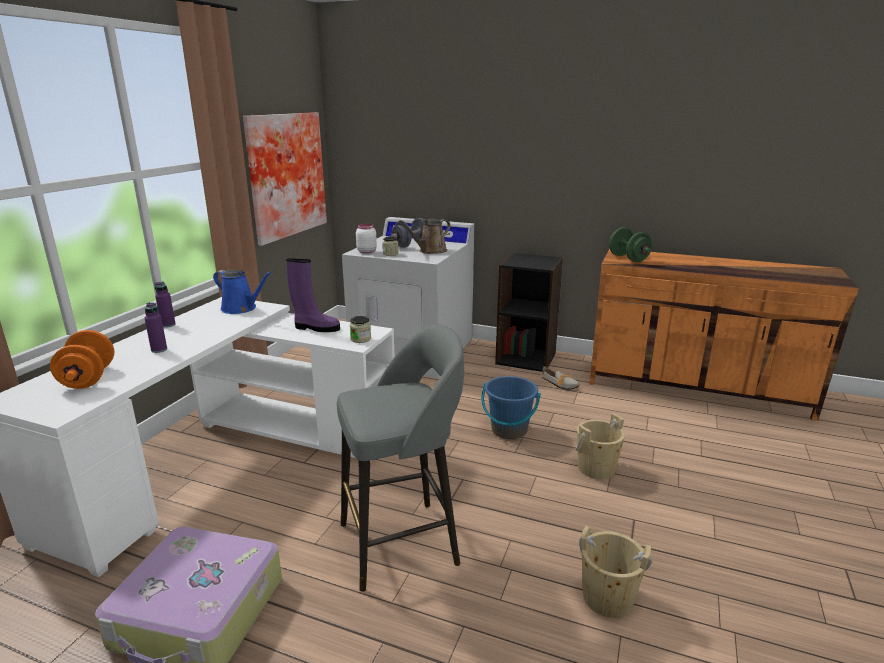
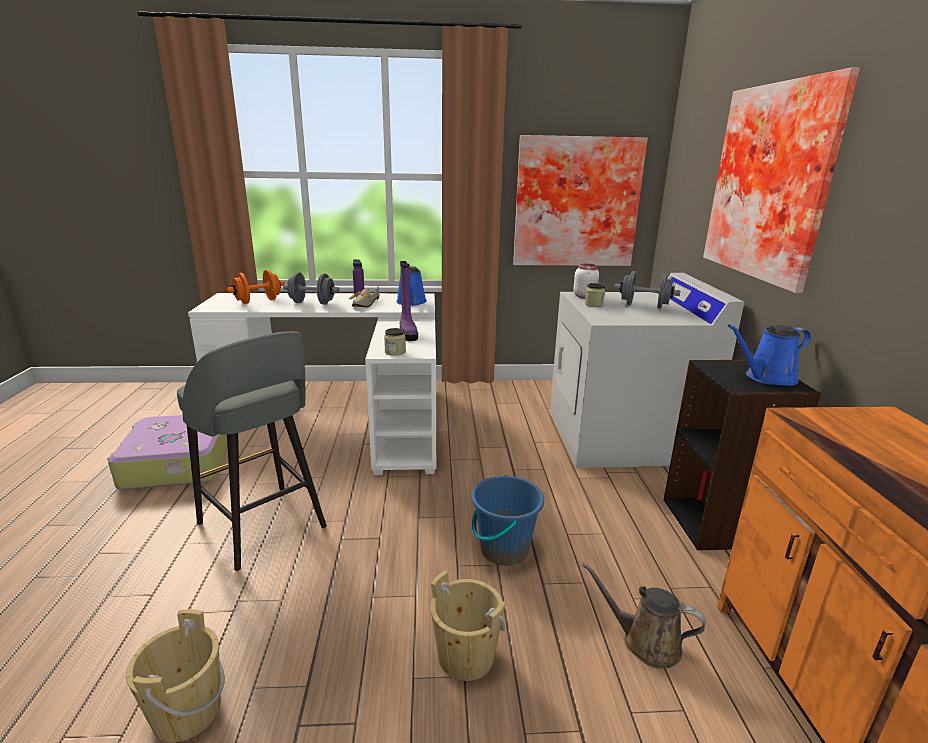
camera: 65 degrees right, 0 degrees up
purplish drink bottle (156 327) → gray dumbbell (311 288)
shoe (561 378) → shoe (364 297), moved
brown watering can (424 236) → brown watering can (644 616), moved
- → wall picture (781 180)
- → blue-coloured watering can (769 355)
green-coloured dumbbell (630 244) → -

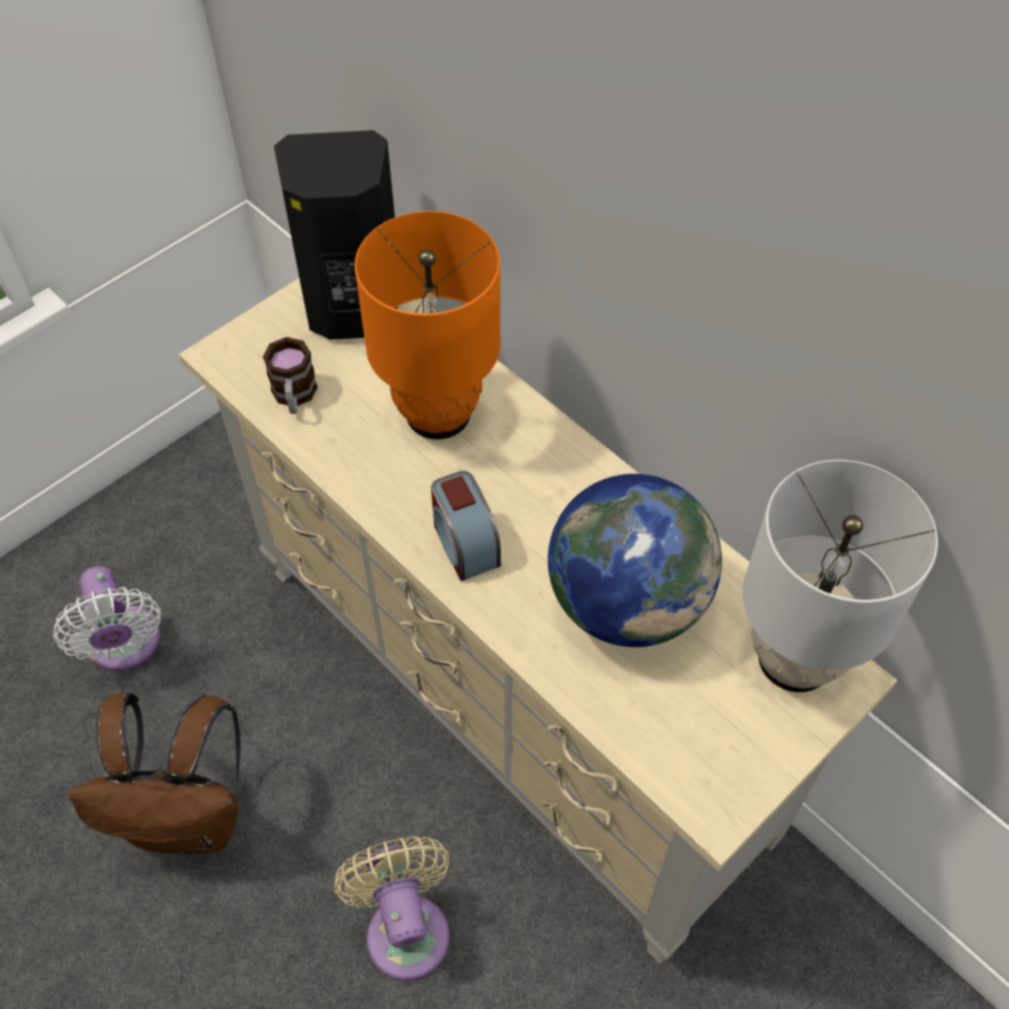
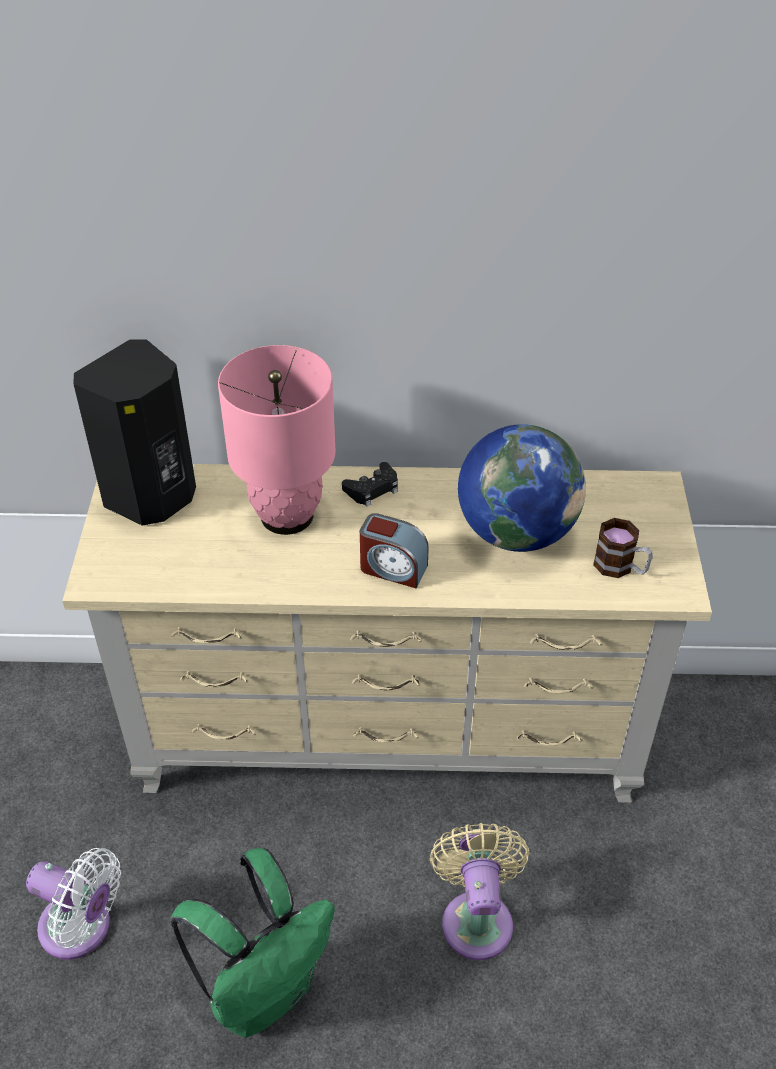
camera: 45 degrees left, 10 degrees down
brown rucksack (154 773) → green-coloured rucksack (253 943)
orange table lamp (427 325) → pink-coloured table lamp (277 440)
- → black gamepad (370 484)
beige-coloured cooling fan (392 908) → beige-coloured cooling fan (480 891), 60 degrees clockwise
coffee mug (290 375) → coffee mug (623 548), moved
whitish table lamp (840 576) → -

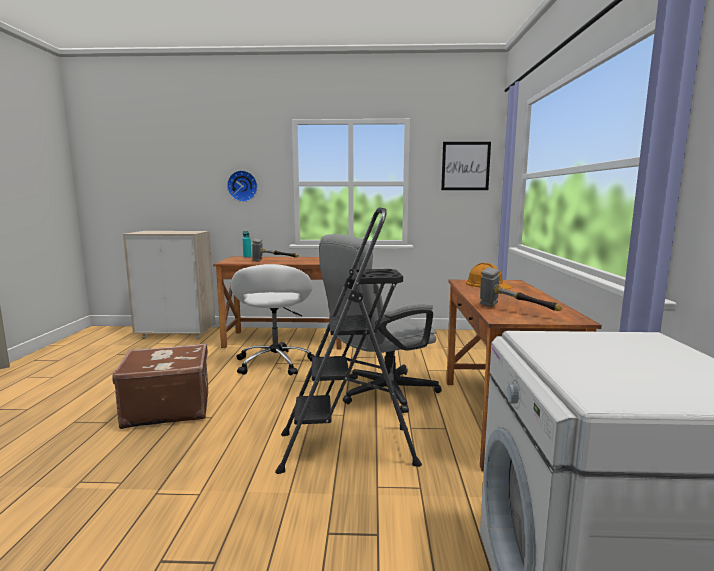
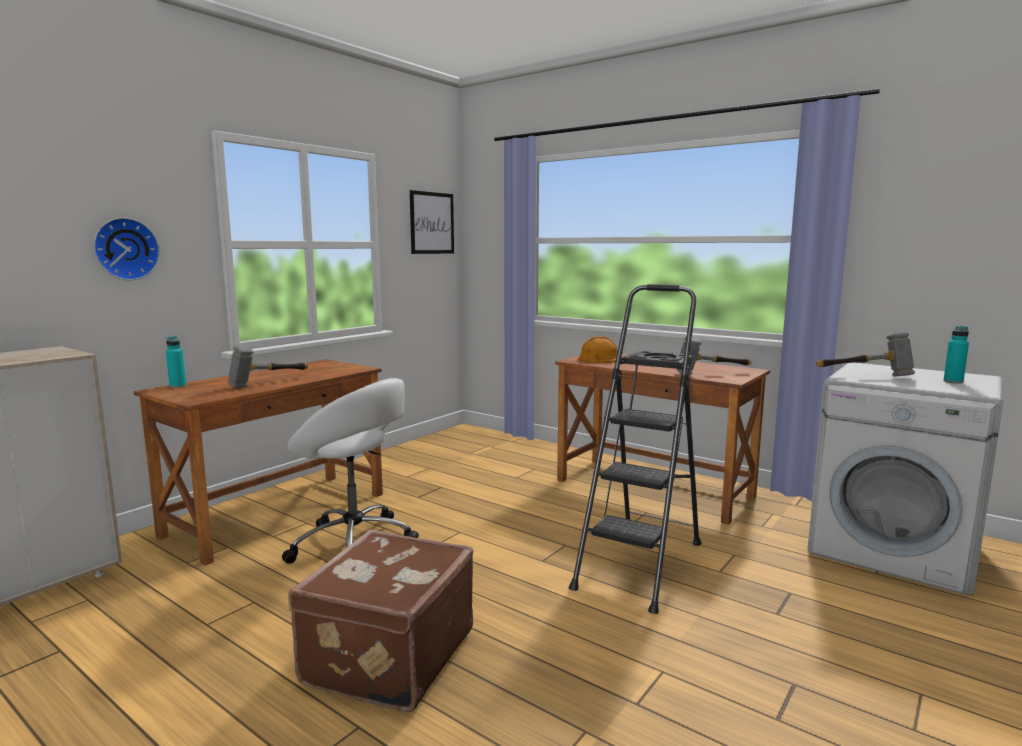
camera: 55 degrees left, 0 degrees up
- → tool hammer (865 354)
- → turquoise drink bottle (956 354)
gray office chair (380 323) → -

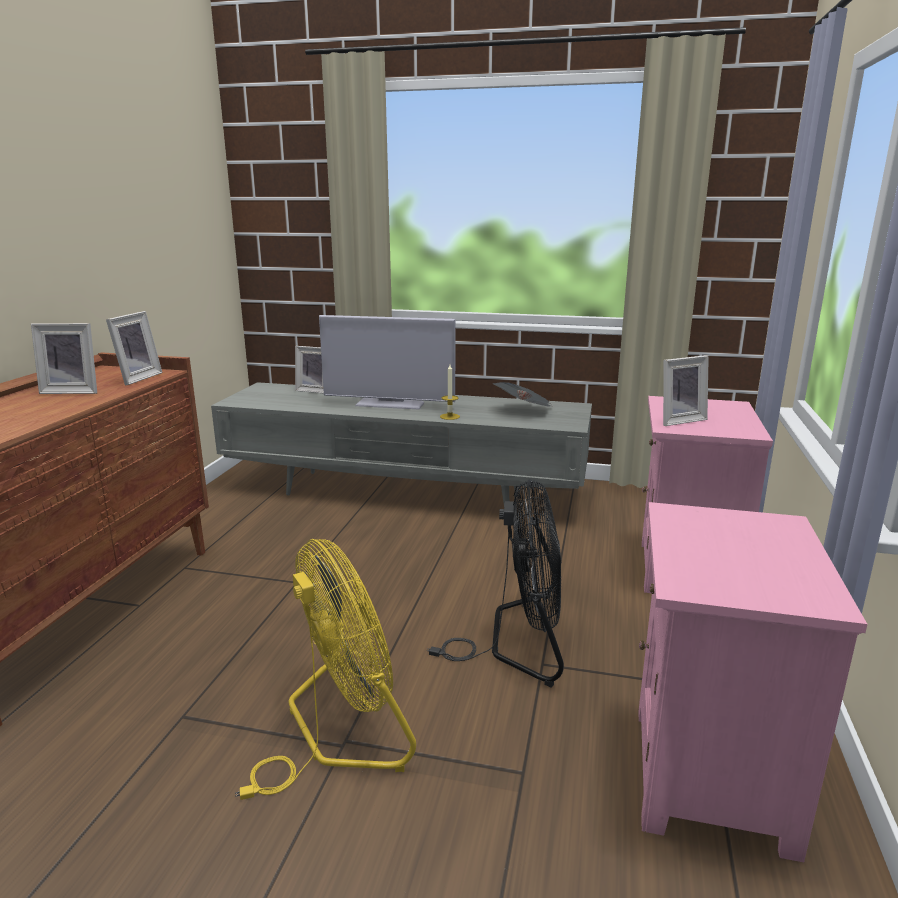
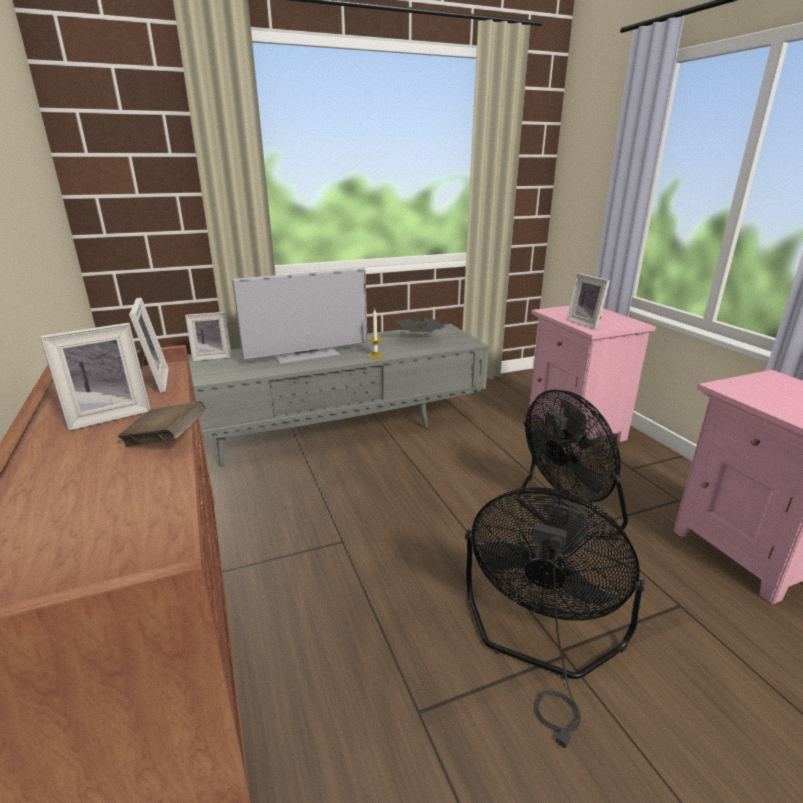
camera: 35 degrees left, 5 degrees up
- → brown bound book (161 423)
yellow cooling fan (325 669) → black cooling fan (555 617)
picture frame (686 390) → picture frame (588 301), 120 degrees clockwise

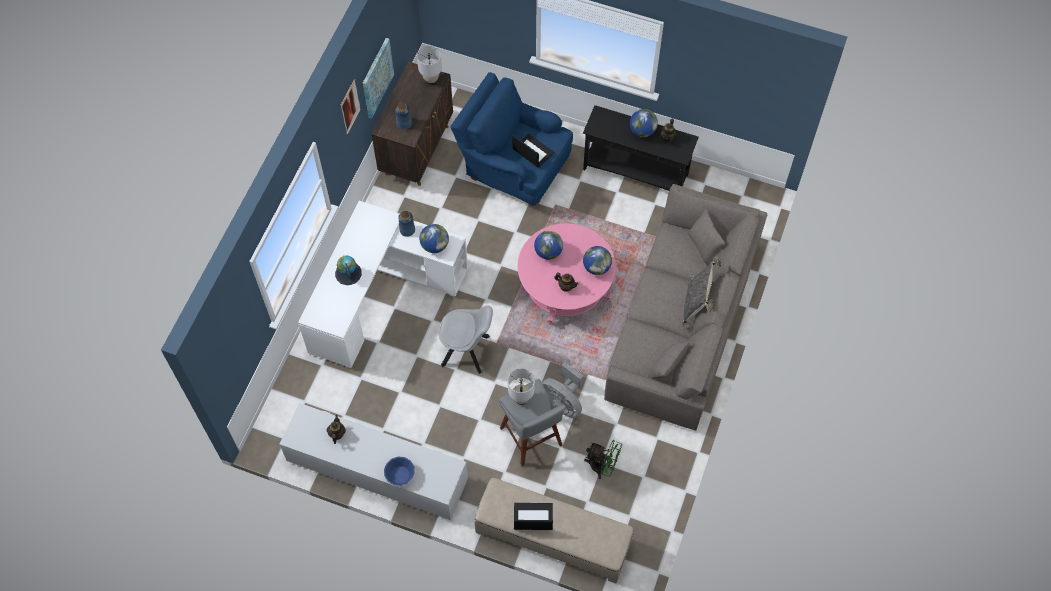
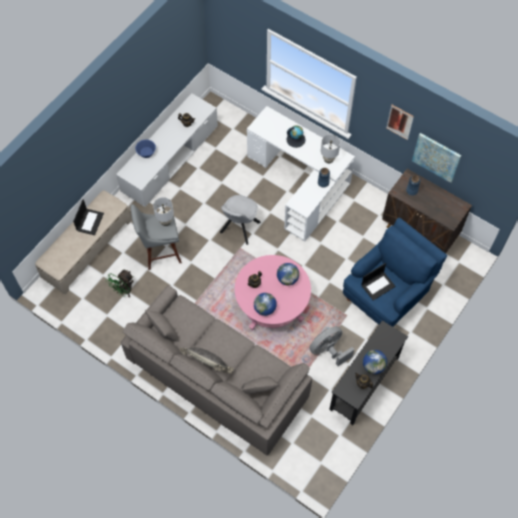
camera: 105 degrees right, 0 degrees up
gray cooling fan (562 390) → gray cooling fan (331 346), moved
whitish table lamp (429 65) → whitish table lamp (330 148), moved
globe (434 238) → -

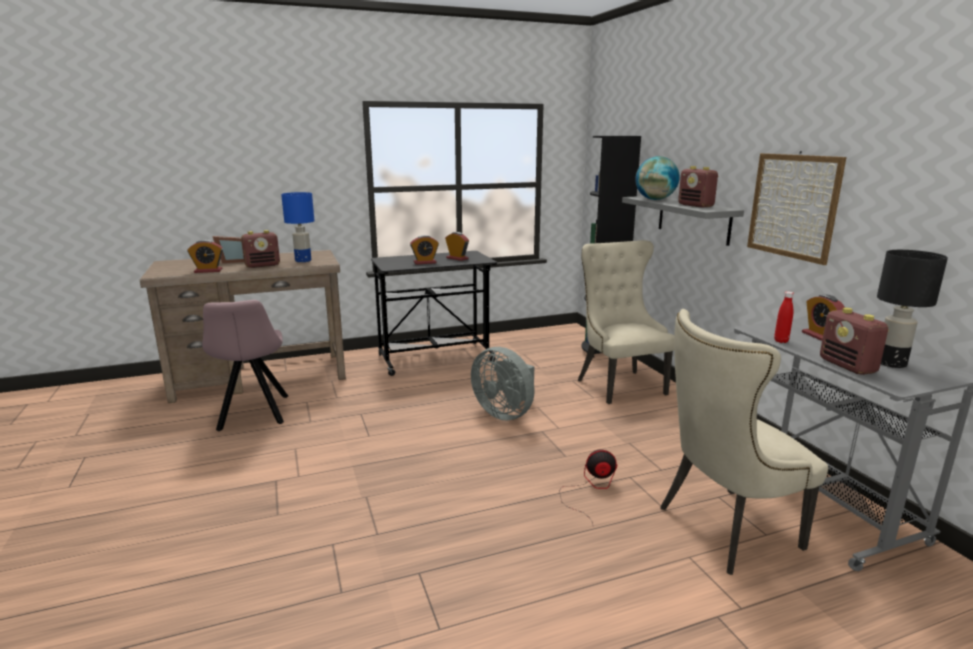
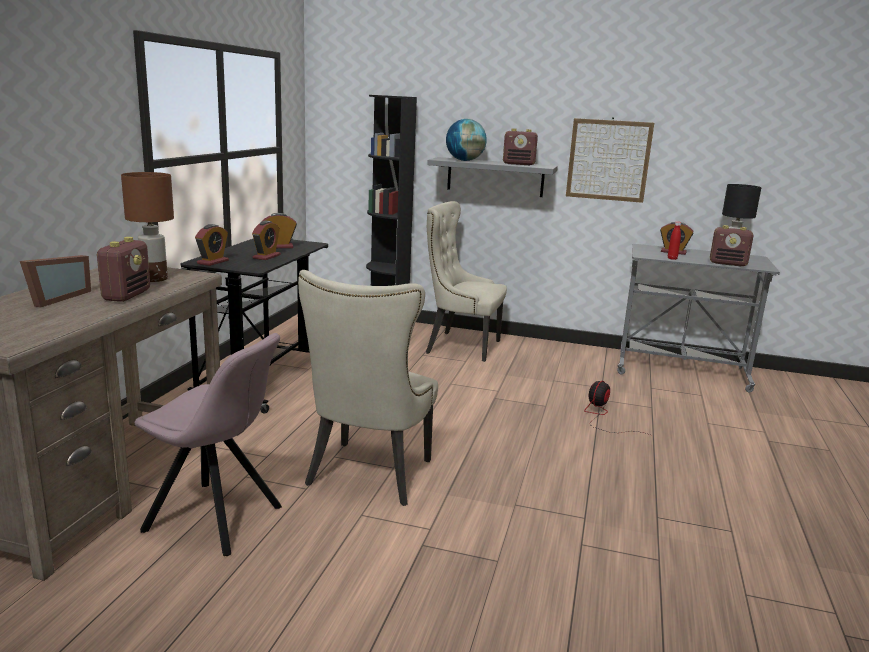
camera: 55 degrees left, 0 degrees up
blue-coloured table lamp (298 227) → brown table lamp (147 227)
table clock (205 256) → table clock (212 245), moved
beige-coloured plain chair (744 442) → beige-coloured plain chair (368 388), moved
gray cooling fan (503 384) → -

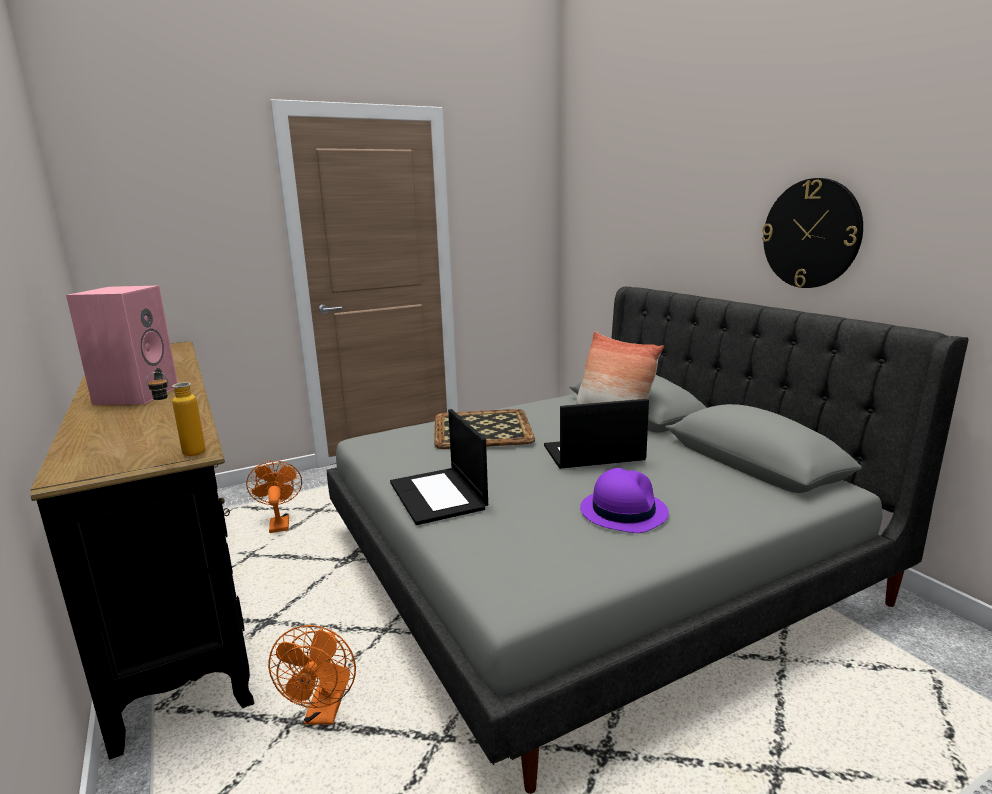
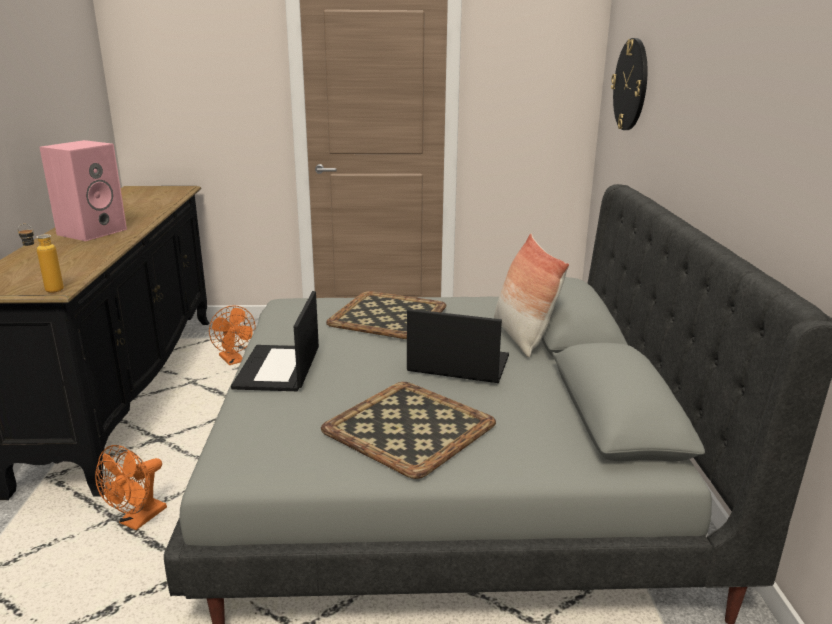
camera: 25 degrees right, 5 degrees up
orange cooling fan (274 497) → orange cooling fan (232 335), 135 degrees clockwise
purplish hat (624 500) → serving tray (408 430)
clock on the wall (812 233) → clock on the wall (629 84), moved

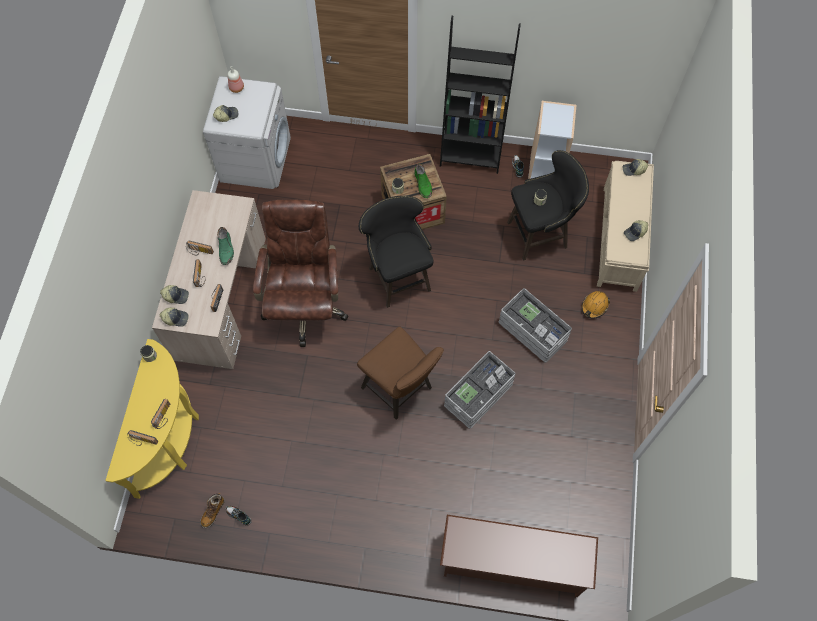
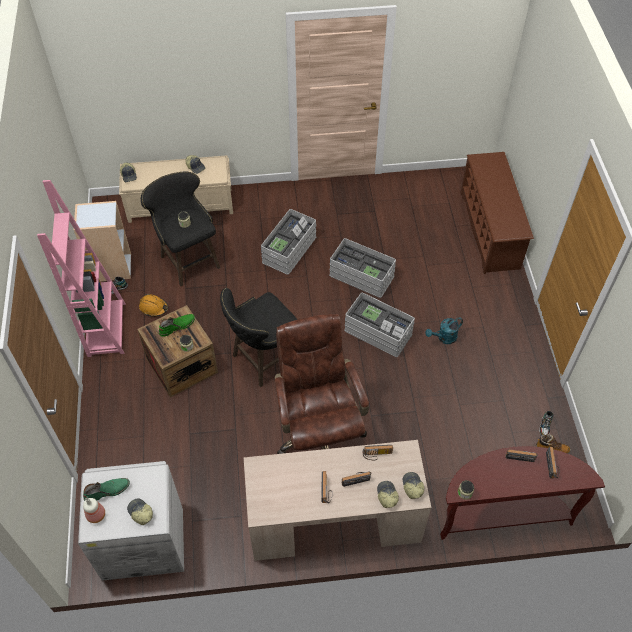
camera: 105 degrees left, 10 degrees down
black bookshelf (480 95) → pink-coloured bookshelf (81 268)
green-coloured high-top boot (225 246) → green-coloured high-top boot (106 489), moved
orange hard hat (596 305) → orange hard hat (153 305), moved
brown office chair (300 273) → brown office chair (322 384), 90 degrees clockwise
brown stool (400 373) → gray storage box (379 324)
- → turquoise watering can (444 330)
yellow console table (152 419) → brown console table (522 493)

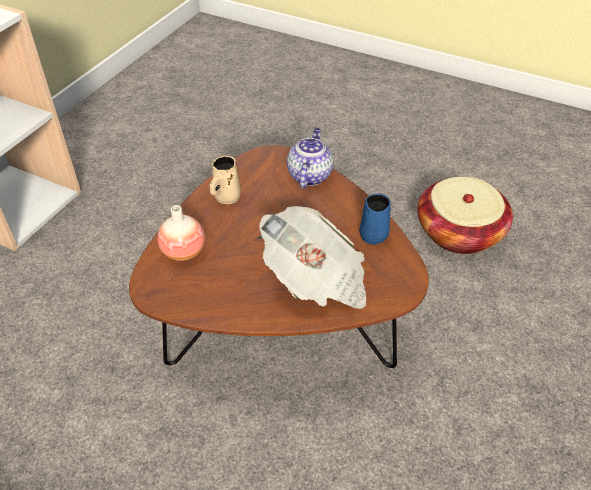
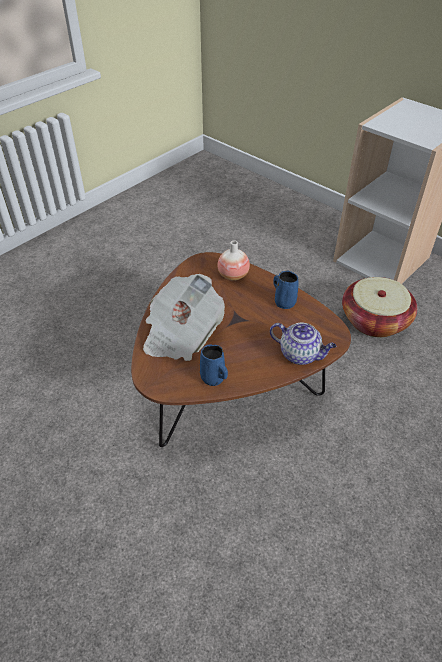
camera: 105 degrees right, 0 degrees up
beige-coloured coffee mug (225 180) → blue-coloured coffee mug (286 290)
household basket (465 215) → household basket (379 307), moved

